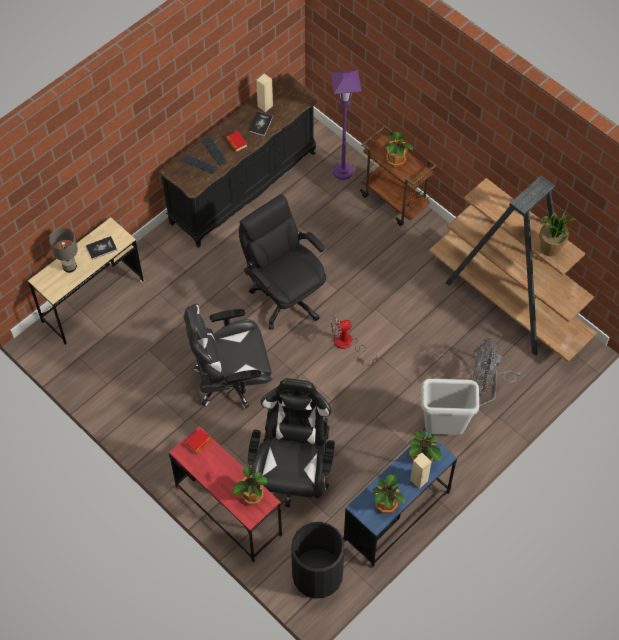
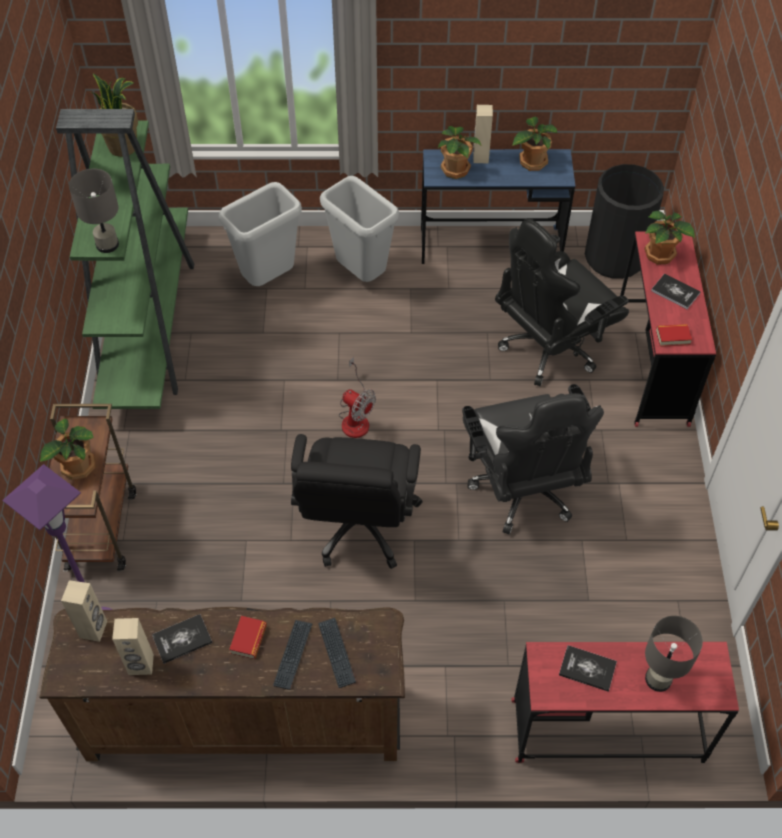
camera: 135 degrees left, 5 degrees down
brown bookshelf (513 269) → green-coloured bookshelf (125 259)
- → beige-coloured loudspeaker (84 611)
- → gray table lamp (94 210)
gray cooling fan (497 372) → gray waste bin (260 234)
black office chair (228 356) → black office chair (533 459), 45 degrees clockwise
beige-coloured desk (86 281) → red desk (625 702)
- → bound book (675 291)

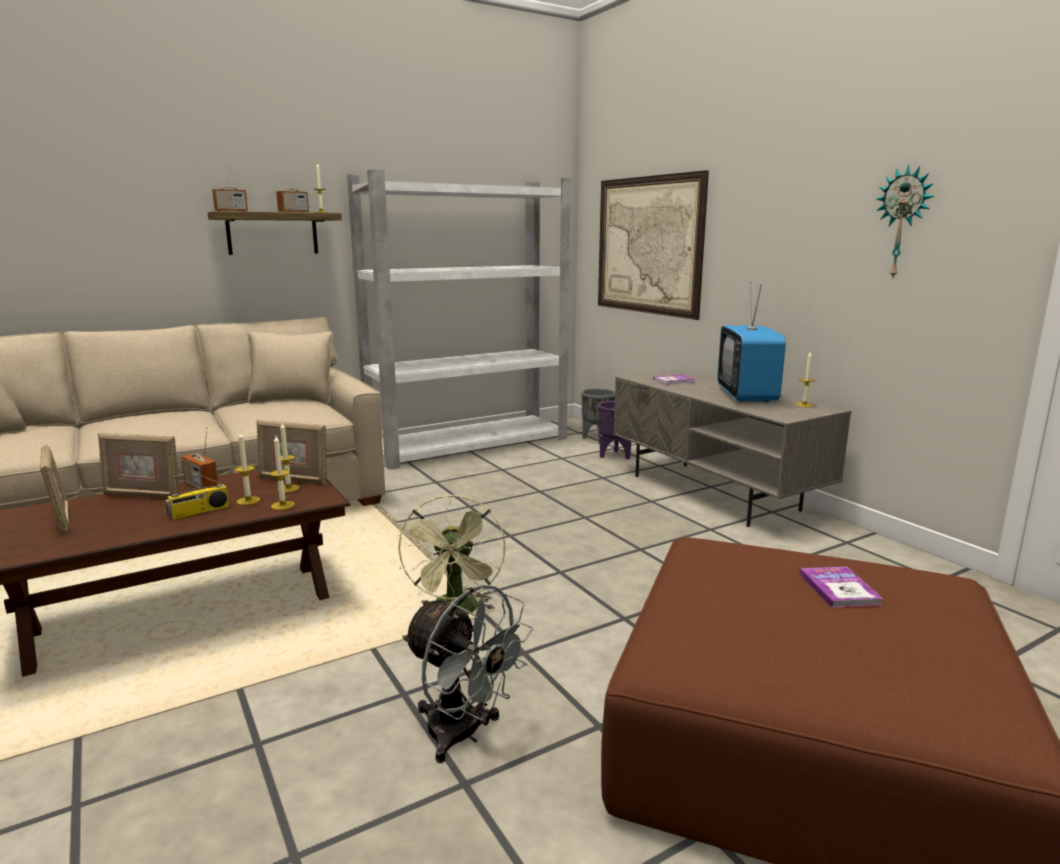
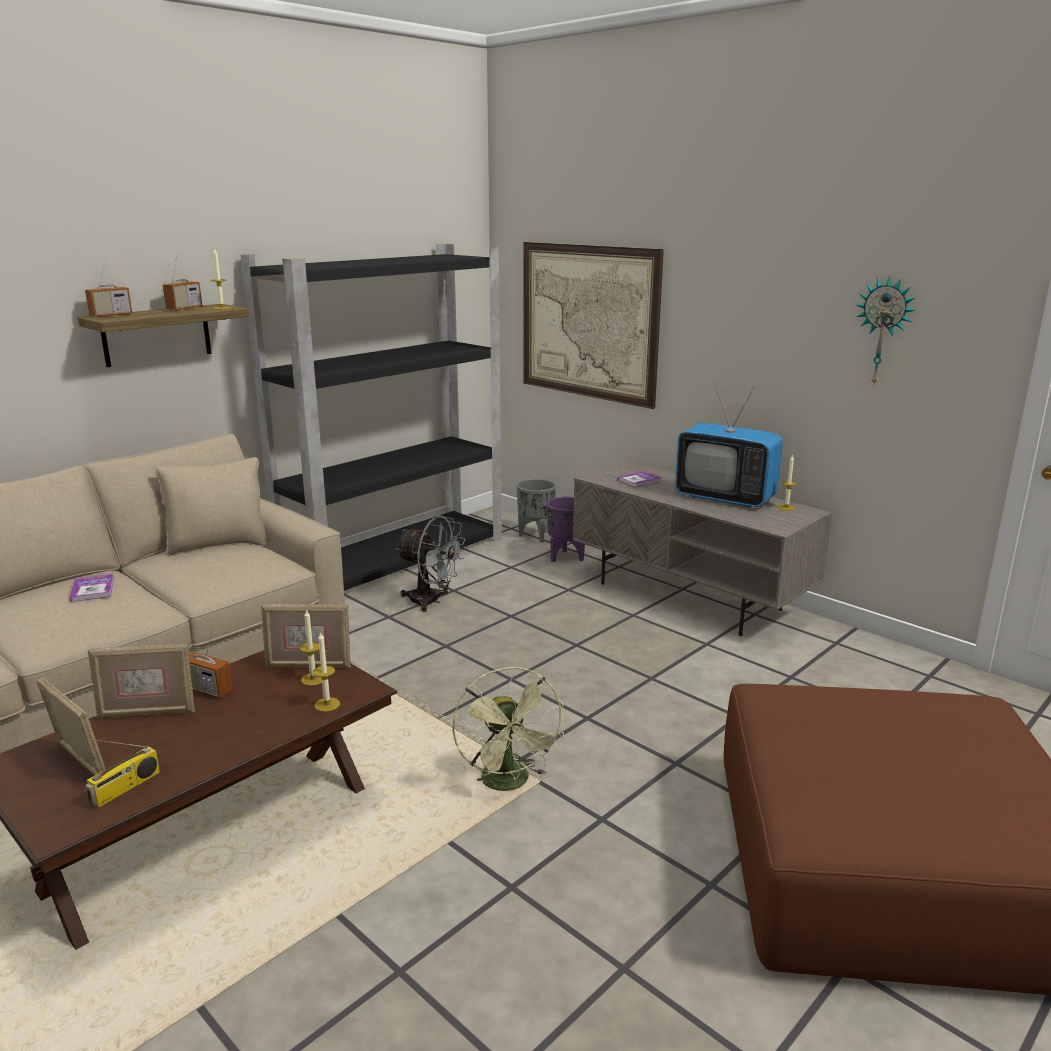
camera: 15 degrees left, 5 degrees up
bound book (841 586) → bound book (92 588), moved
radio (197 491) → radio (122 773), moved
whitish bookshelf (459 319) → black bookshelf (371 417)
gray cooling fan (467 674) → gray cooling fan (431 563), moved
TV (751 342) → TV (729 445), 45 degrees counterclockwise
candle (247 468) → -

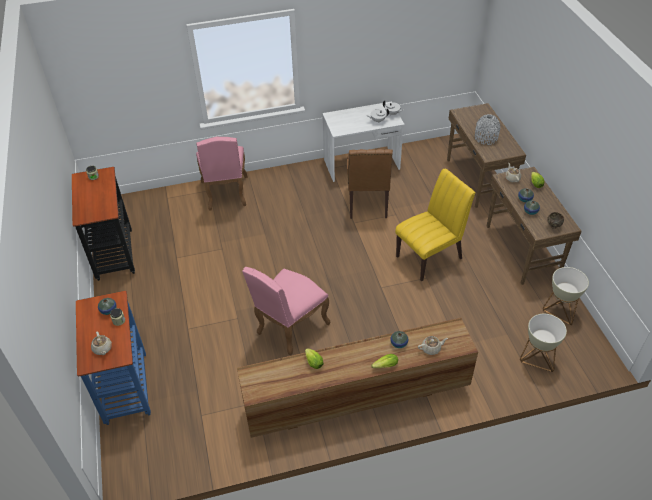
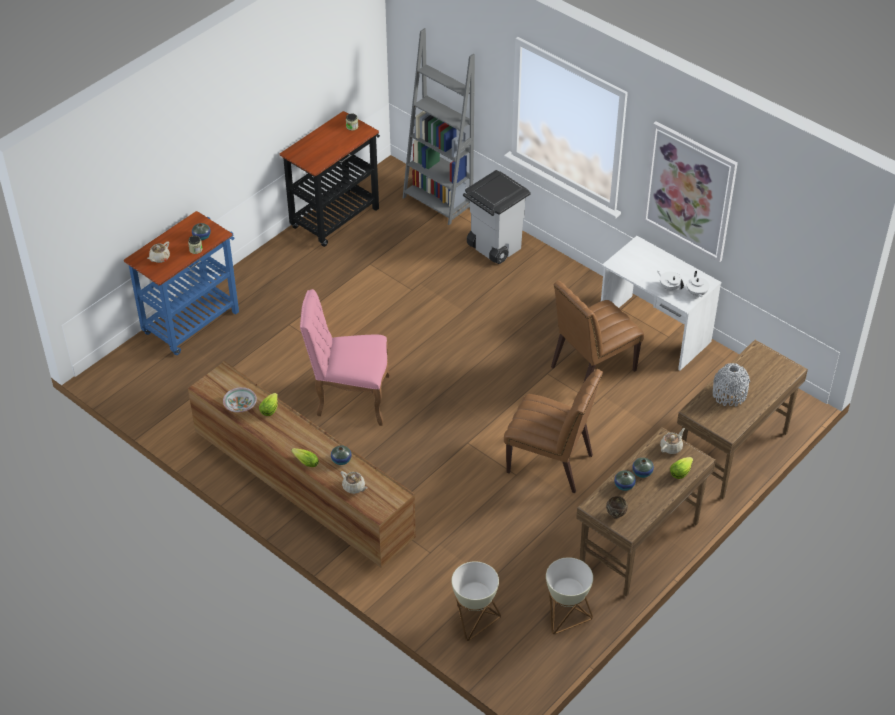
camera: 55 degrees right, 0 degrees up
- → deep dish (240 399)
- → gray bookshelf (439 126)
pink-coloured plain chair (222 174) → gray waste bin (497 217)
yellow plain chair (435 224) → brown plain chair (553 431)
- → wall picture (690 192)

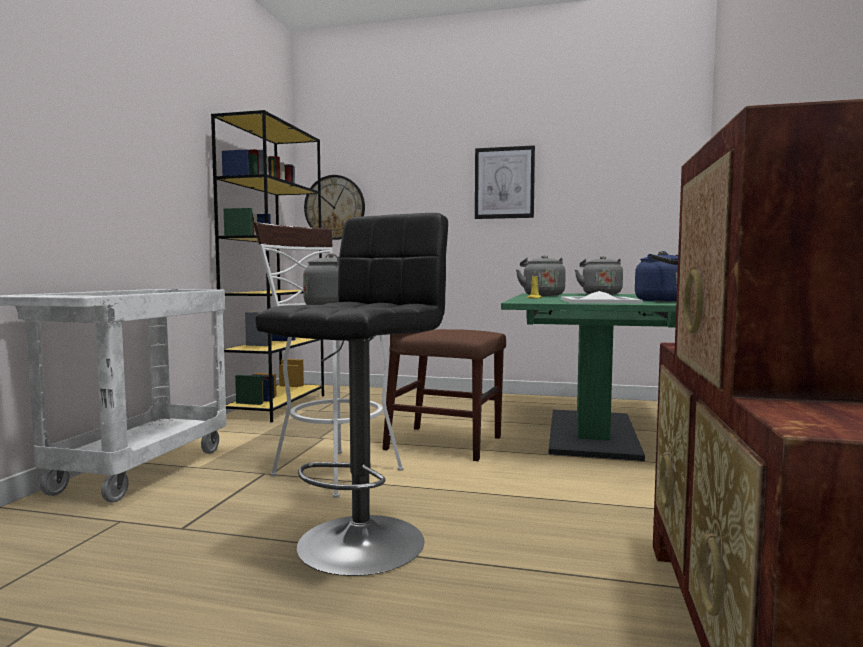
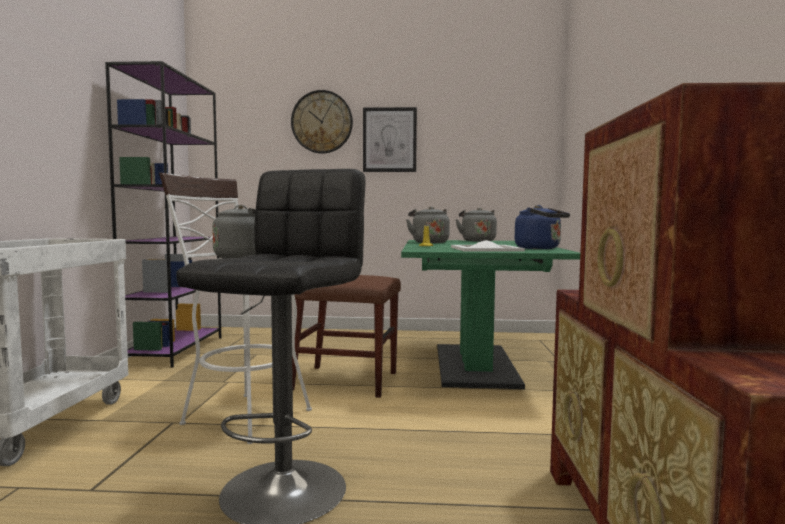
camera: 10 degrees left, 0 degrees up
yellow bookshelf (267 266) → purplish bookshelf (163 214)
clock on the wall (334 207) → clock on the wall (322 122), moved

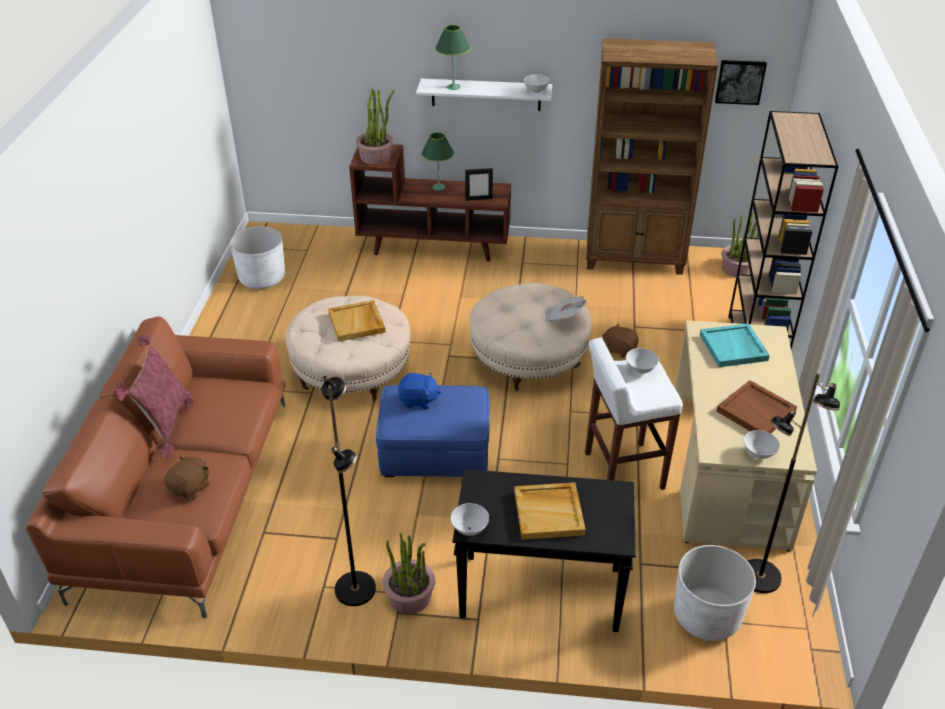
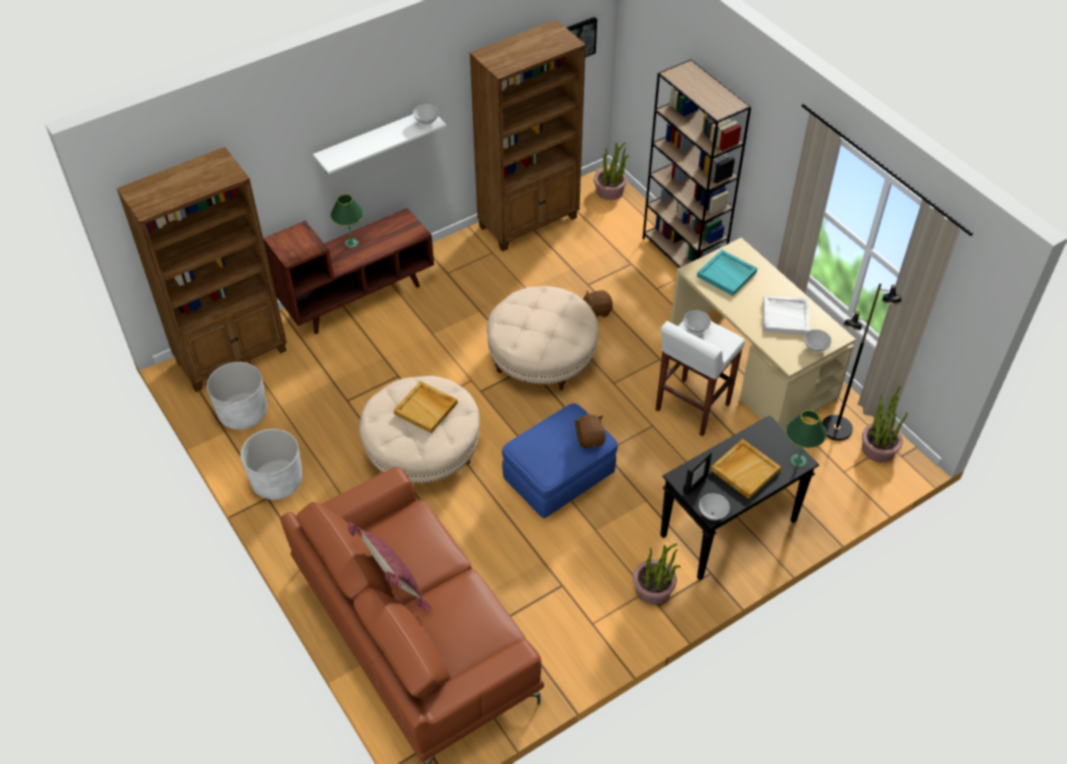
camera: 40 degrees left, 10 degrees up
- → brown bookshelf (202 269)
whitish flower pot (715 593) → whitish flower pot (271 464), moved
brown soft toy (187 477) → brown soft toy (590 431), moved
picture frame (479 184) → picture frame (697 472), moved
brown serving tray (757 406) → whitish serving tray (786 315)
green-coloured table lamp (452 57) → green-coloured table lamp (806 438), moved
potted plant (375 126) → potted plant (885 424), moved
black standard lamp (348 490) → -
blue-coloured soft toy (419 390) → -
daily paper (565 309) → -

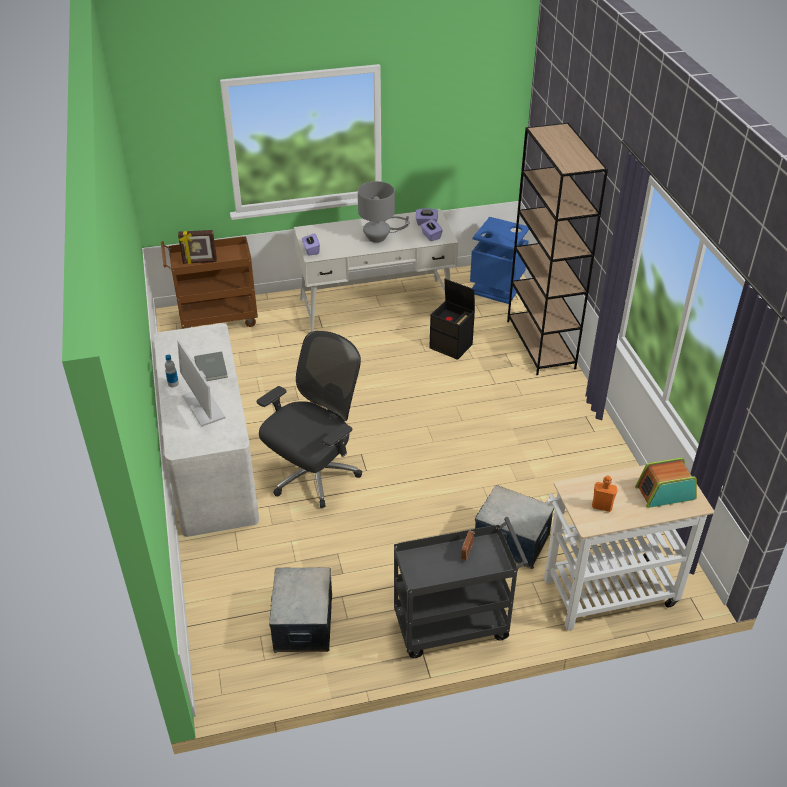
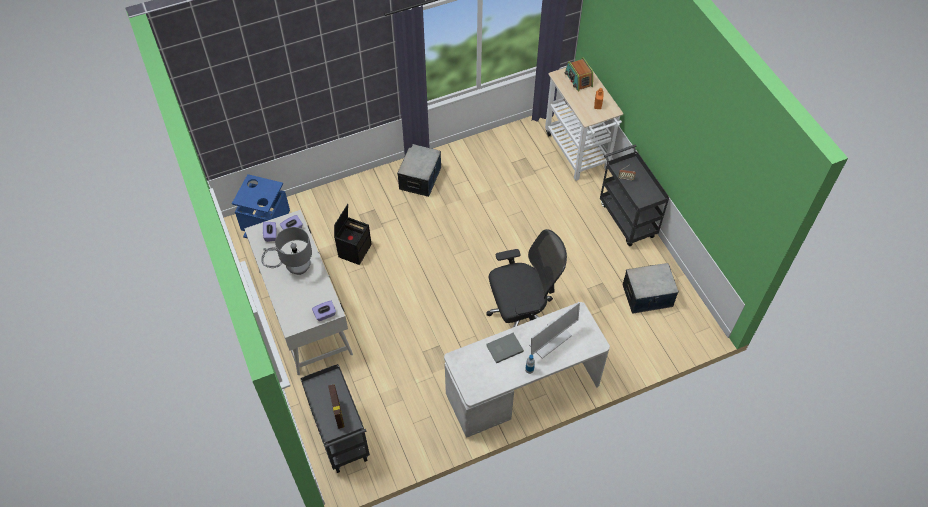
camera: 100 degrees left, 15 degrees up
brown cart (209 282) → gray cart (335 418)
storage box (514 527) → storage box (419 170), moved
office chair (309 419) → office chair (526 278), 135 degrees clockwise
beige-coloured bookshelf (557 249) → -

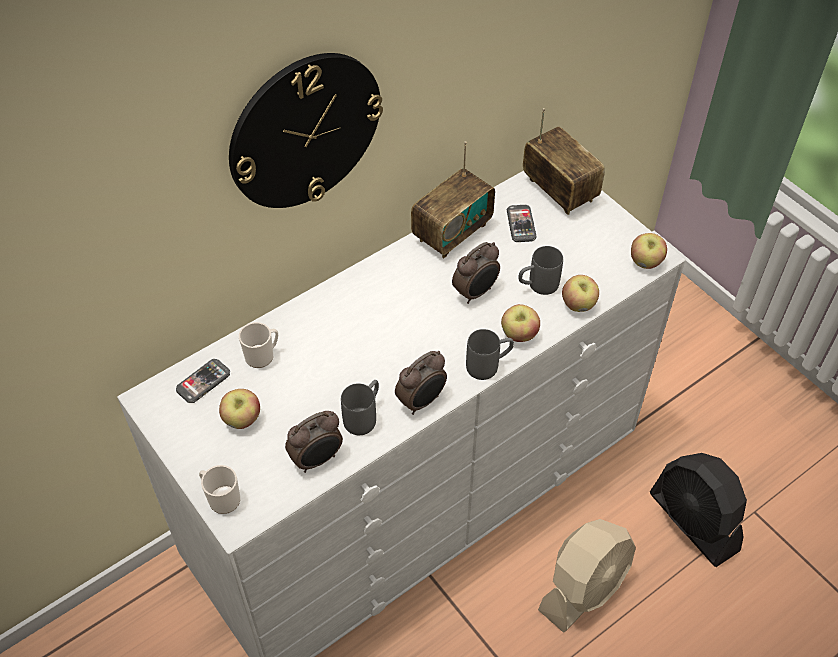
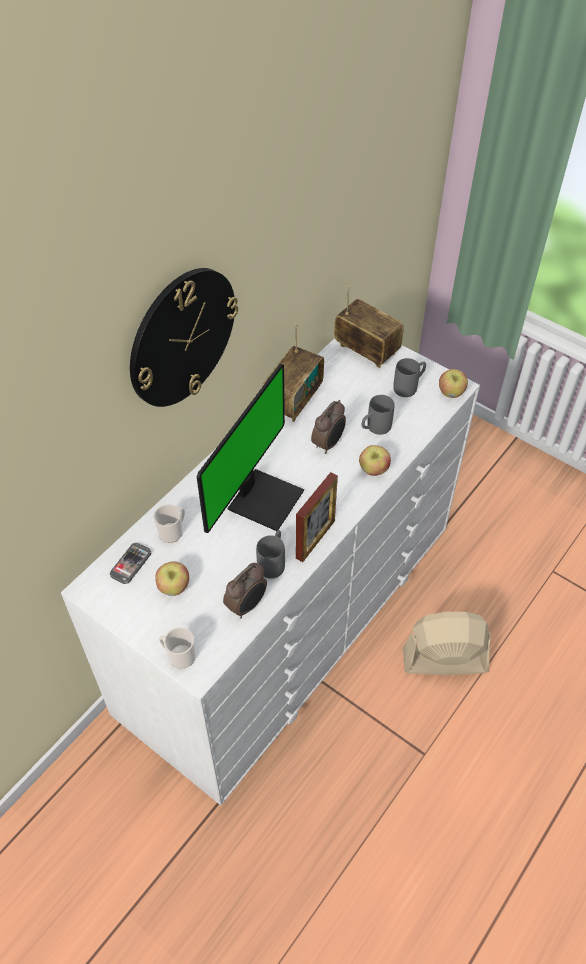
camera: 15 degrees left, 0 degrees up
- → computer screen (250 448)
table clock (421 383) → picture frame (317 517)
gray coffee mug (490 354) → gray coffee mug (409 377), moved
beige-coloured cooling fan (587 576) → beige-coloured cooling fan (447 643), 120 degrees counterclockwise
telephone (522 223) → -
whole apple (580 293) → -
black cooling fan (698 510) → -

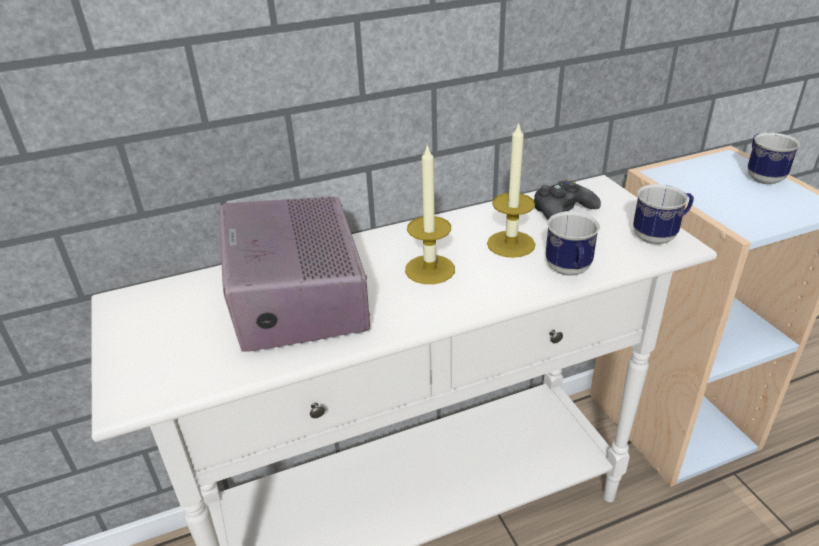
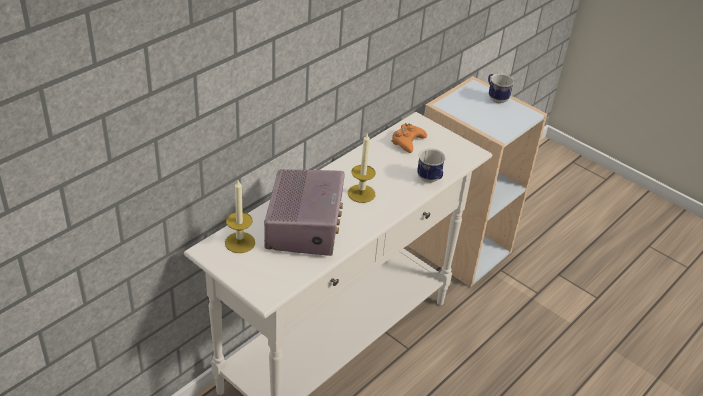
camera: 30 degrees left, 5 degrees up
candle (511 190) → candle (240 216), moved
radio (294 274) → radio (304 212), 135 degrees counterclockwise
black gamepad (567 199) → orange gamepad (409 138)
coffee mug (663 214) → -

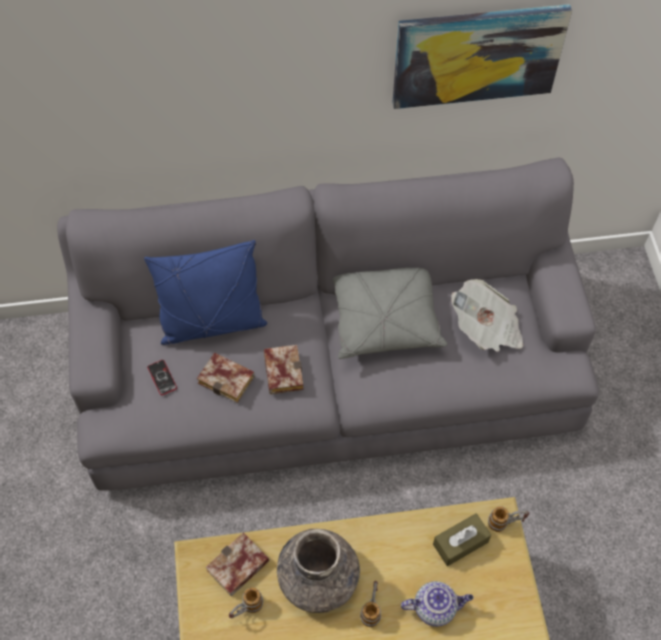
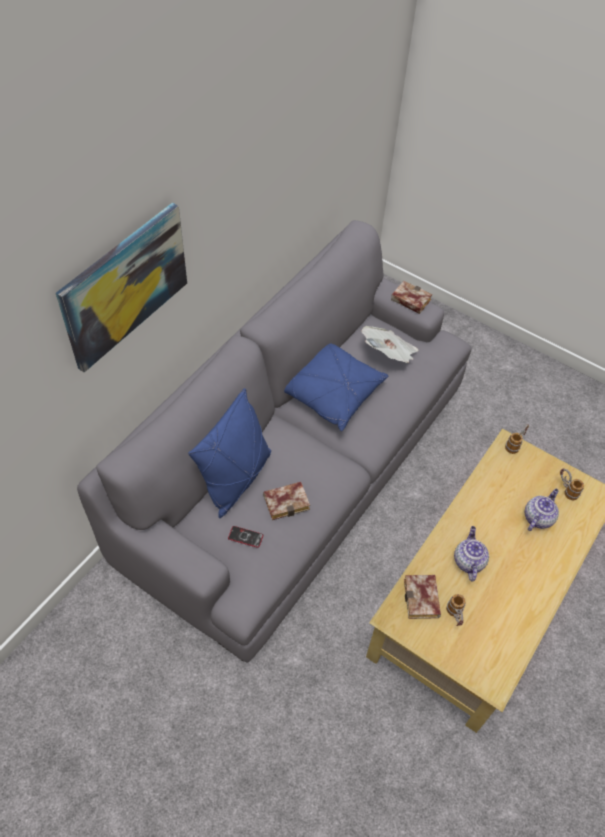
camera: 50 degrees left, 5 degrees down
wall picture (482 56) → wall picture (121 288), moved
gray pillow (390 313) → blue-coloured pillow (336 387)
bound book (284 369) → bound book (411 297), moved
gray flower vase (318 571) → teapot (471 554)
coffee mug (370 604) → coffee mug (572 484), moved
brown tissue holder (462 539) → -

